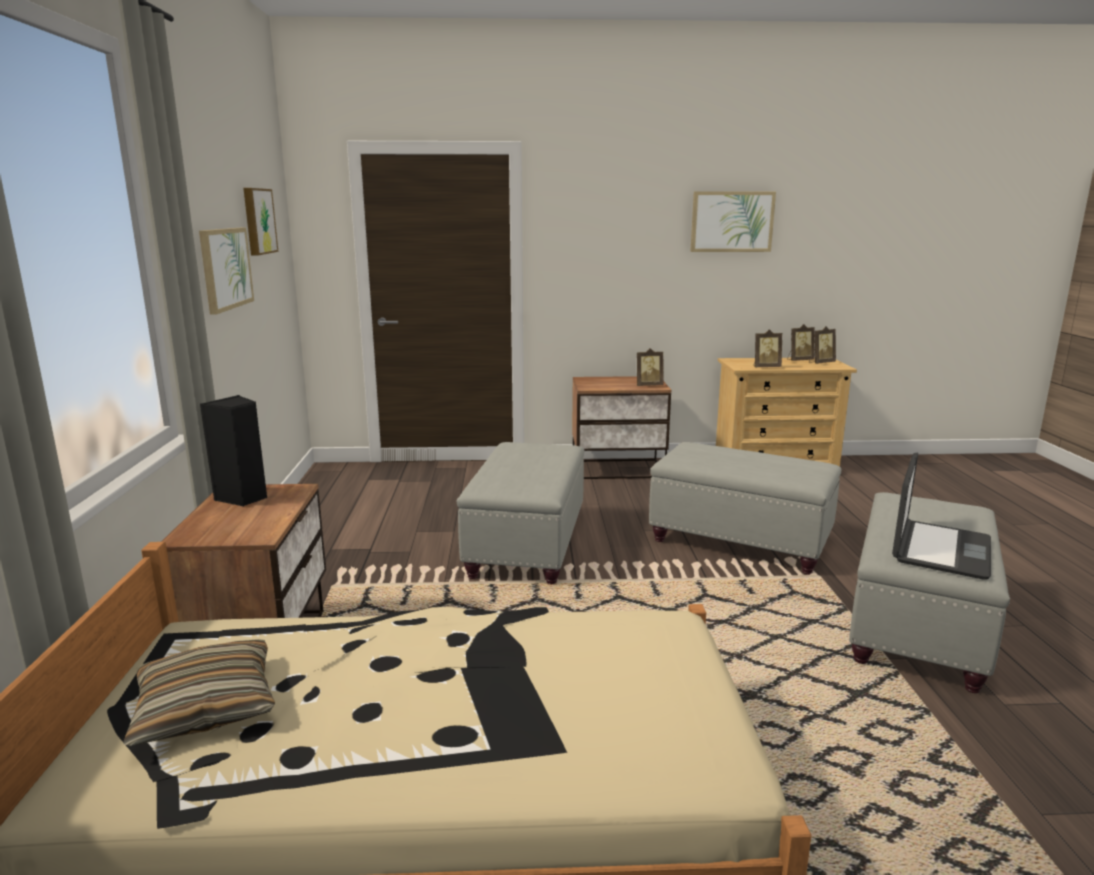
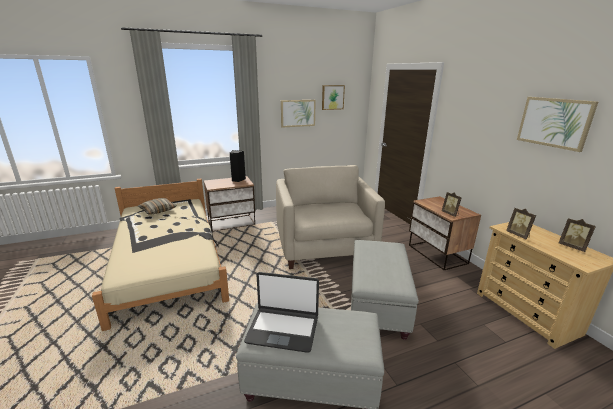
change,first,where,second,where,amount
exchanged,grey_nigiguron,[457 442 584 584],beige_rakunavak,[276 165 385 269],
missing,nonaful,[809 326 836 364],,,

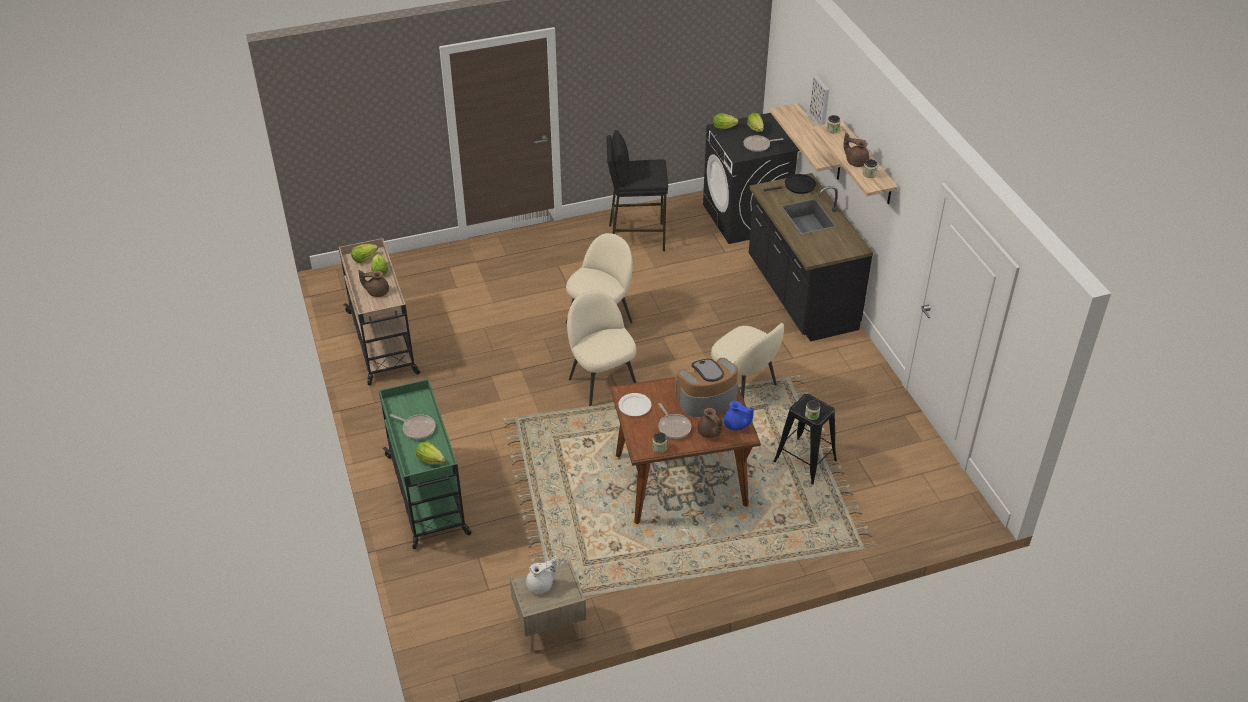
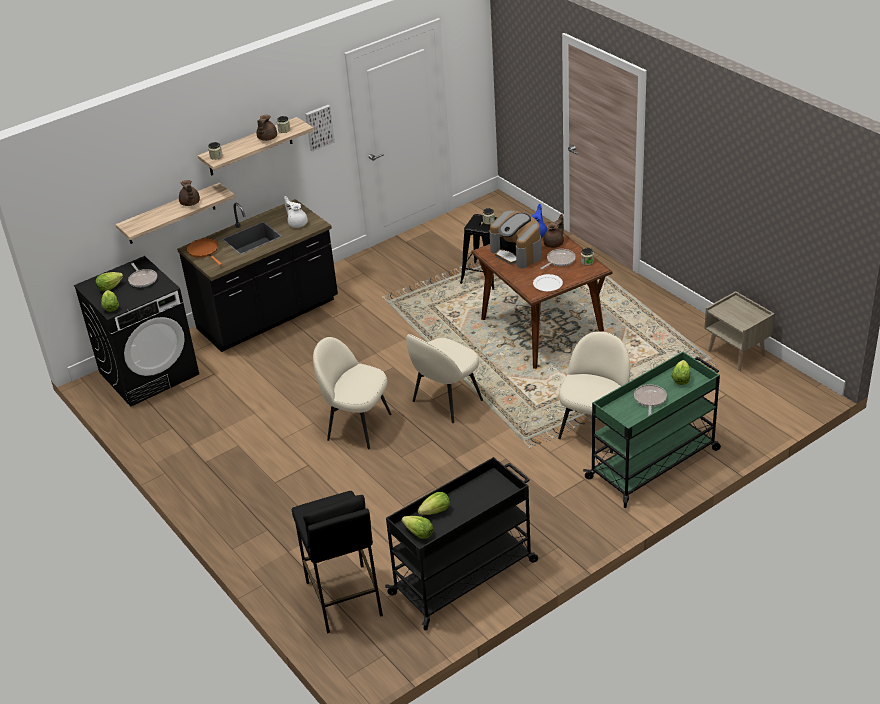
change,first,where,second,where,amount
colour,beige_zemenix,[339 238 420 385],black_zemenix,[385 457 538 631],
relocated,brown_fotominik,[358 270 389 297],,[179 180 200 206],
relocated,white_fotominik,[526 556 557 594],,[284 196 308 228],
relocated,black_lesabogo,[606 130 668 251],,[292 491 383 634],
relocated,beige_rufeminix,[711 323 784 399],,[558 331 630 453],
colour,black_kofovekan,[764 174 816 194],orange_kofovekan,[187 238 222 266],
relocated,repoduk,[809 75 829 125],,[305 105 335 152],

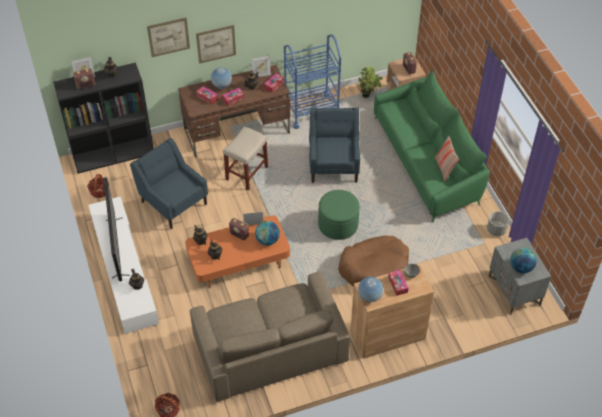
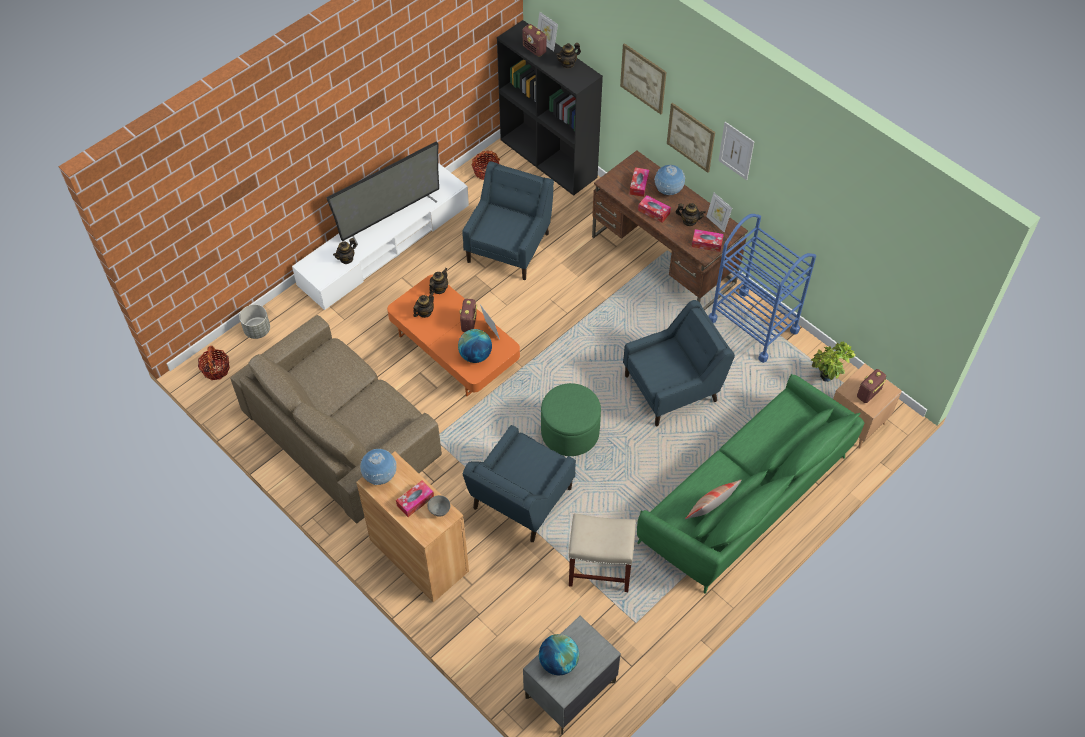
change,first,where,second,where,amount
relocated,beige_lesabogo,[223 126 268 190],,[569 513 636 592],
exchanged,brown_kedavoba,[338 235 409 286],blue_rakunavak,[463 425 576 542],
relocated,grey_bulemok,[487 211 509 236],,[239 304 270 339],
appeared,,,repoduk,[718 122 754 180],

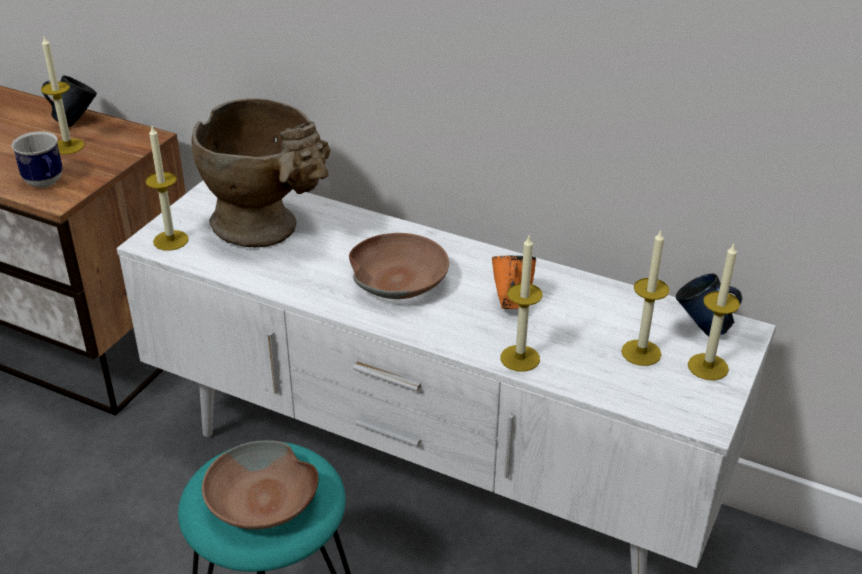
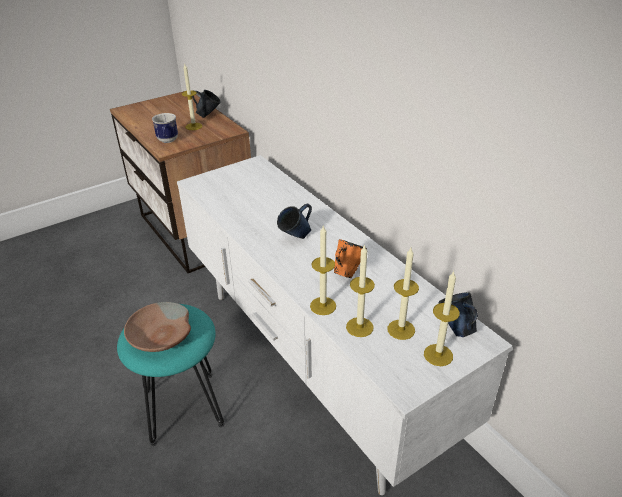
change,first,where,second,where,amount
relocated,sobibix,[145 126 189 251],,[346 244 375 337],
missing,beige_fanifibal,[191 98 330 248],,,
exchanged,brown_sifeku,[349 233 449 299],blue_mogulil,[277 204 312 239],

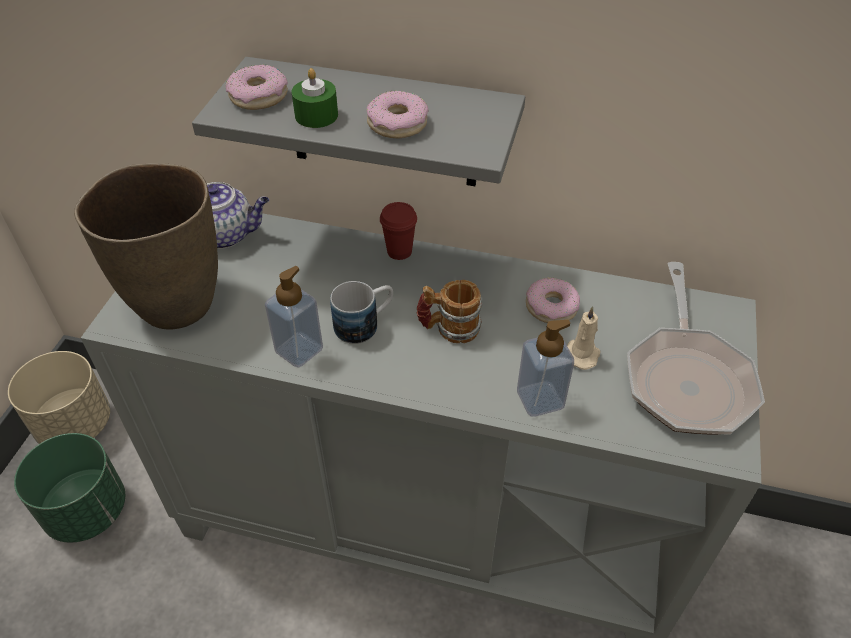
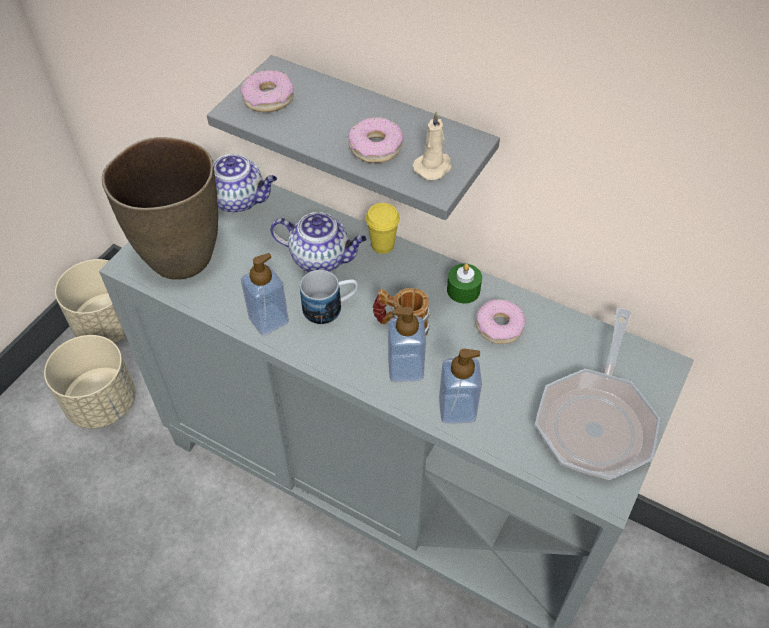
change,first,where,second,where,amount
colour,green_bulemok,[14 433 125 543],beige_bulemok,[44 335 135 429],
relocated,green_sobibix,[291 68 338 128],,[447 264 482 304],
colour,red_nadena,[380 202 417 260],yellow_nadena,[366 203 400 254],
relocated,beige_sobibix,[567 306 600 370],,[413 111 452 180],
appeared,,,fotominik,[270 212 367 272],
appeared,,,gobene,[388 306 426 382],

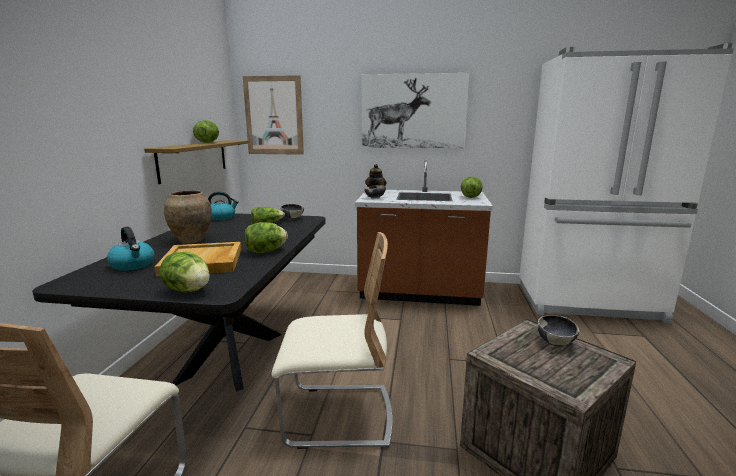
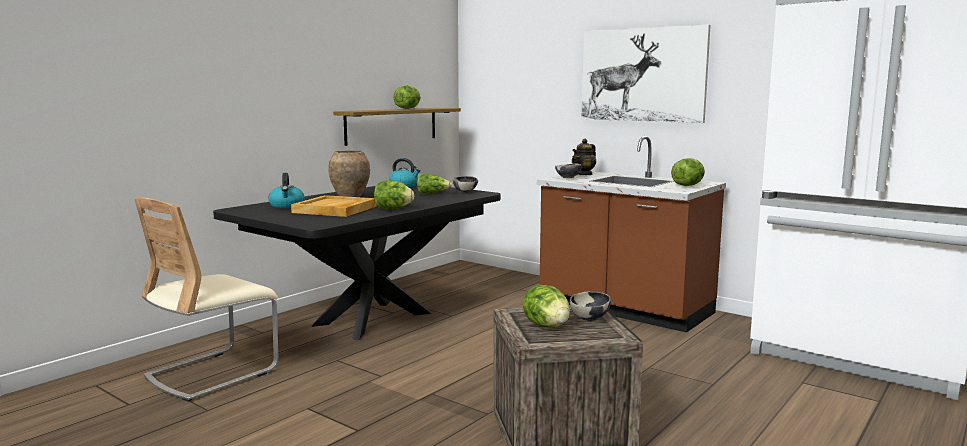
change,first,where,second,where,amount
relocated,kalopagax,[159 252 210 293],,[523 285 570 328],
missing,repoduk,[243 75 304 155],,,
missing,beige_rufeminix,[271 232 392 449],,,

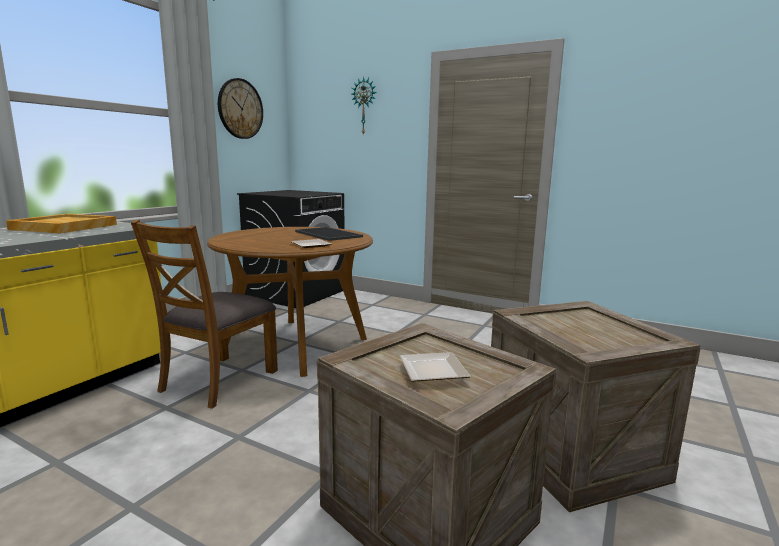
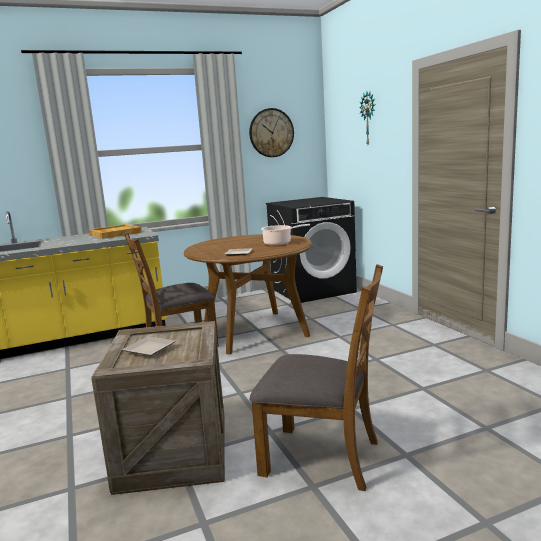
change,first,where,second,where,amount
exchanged,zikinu,[295 227 363 241],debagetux,[261 224 310 246],
exchanged,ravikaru,[491 301 701 512],brown_rufeminix,[249 264 383 491],

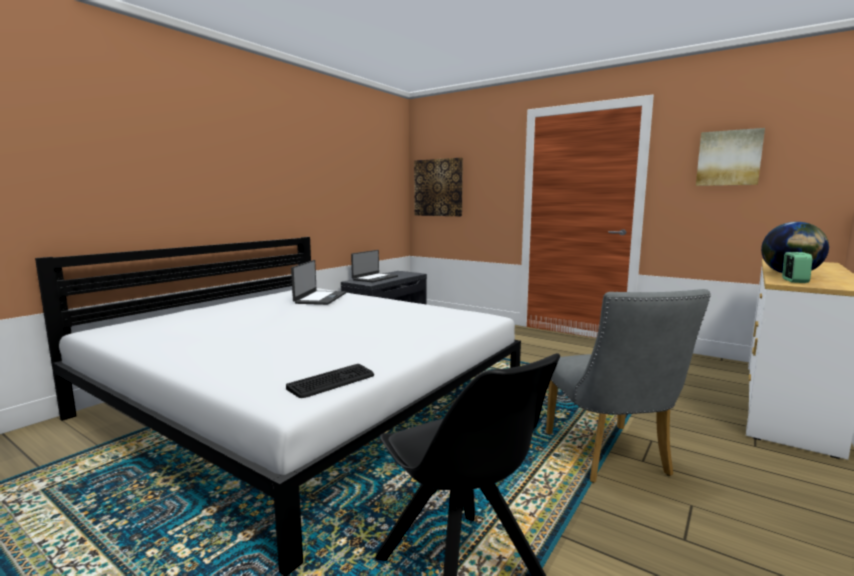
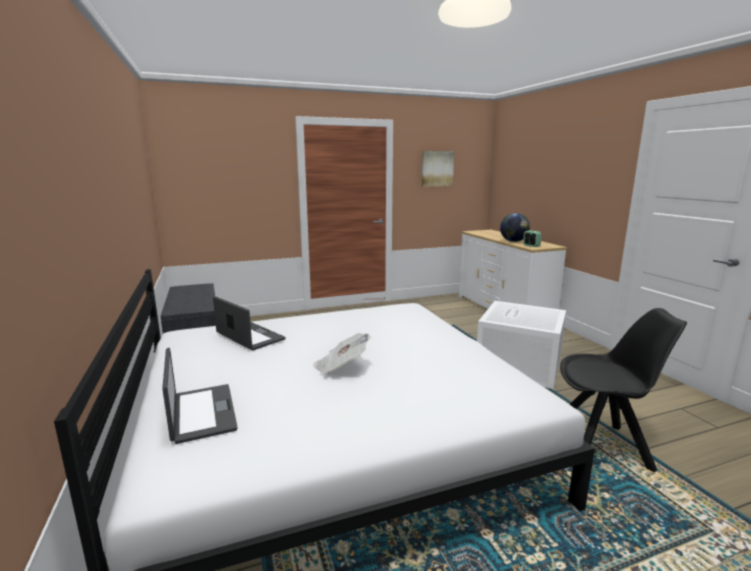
change,first,where,second,where,amount
missing,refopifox,[286 364 374 398],,,
relocated,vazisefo,[351 250 398 283],,[162 348 237 444],
missing,repoduk,[414 158 463 216],,,
exchanged,grey_rufeminix,[546 289 711 483],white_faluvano,[477 301 566 390],
appeared,,,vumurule,[313 333 371 375],

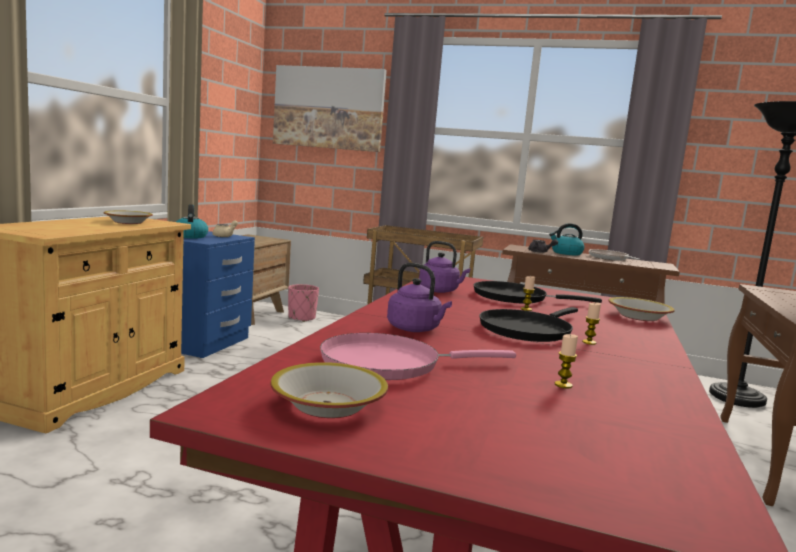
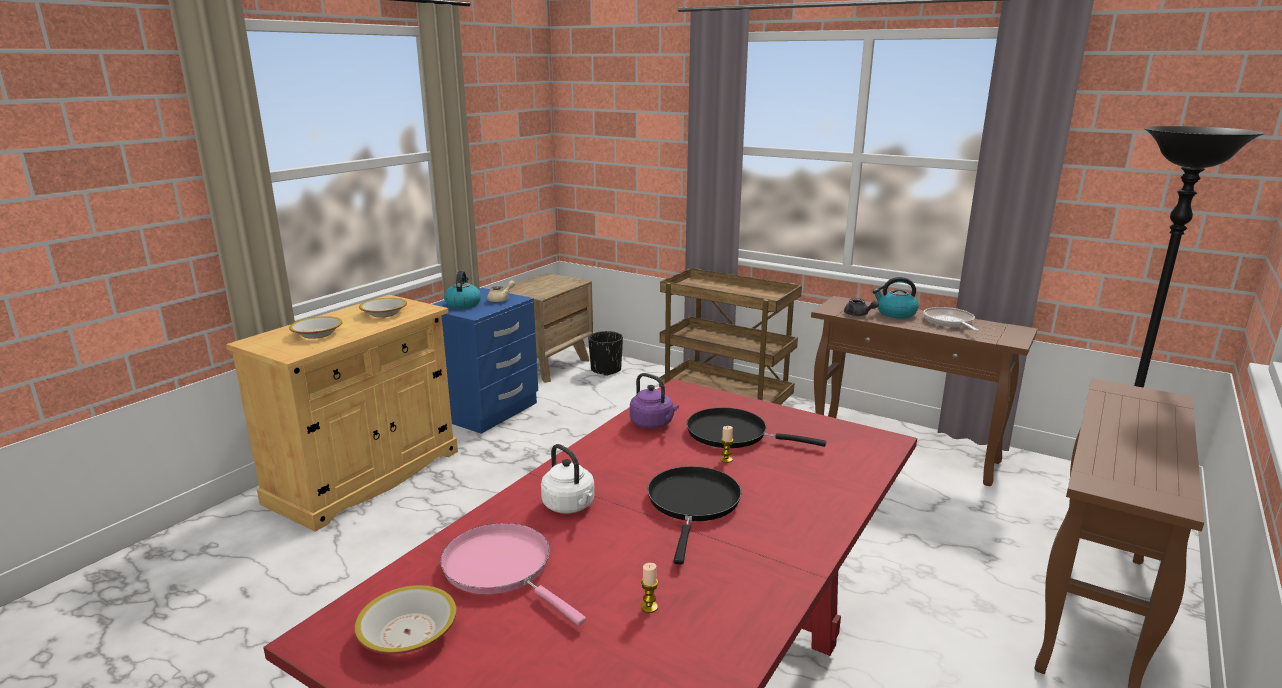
change,first,where,second,where,amount
missing,repoduk,[273 65 387 152],,,
colour,pink_bulemok,[288 284 319 322],black_bulemok,[588 331 623 376],
spun,pink_kofovekan,[320 333 516 380],,[440 523 586 626],45 degrees clockwise
colour,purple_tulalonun,[387 263 452 332],white_tulalonun,[541 444 595 514],
spun,black_kofovekan,[479 307 578 342],,[647 466 741 565],135 degrees clockwise
missing,sobibix,[582 302 601 345],,,
relocated,sifeku,[608 297 675 321],,[289 316 342 339],

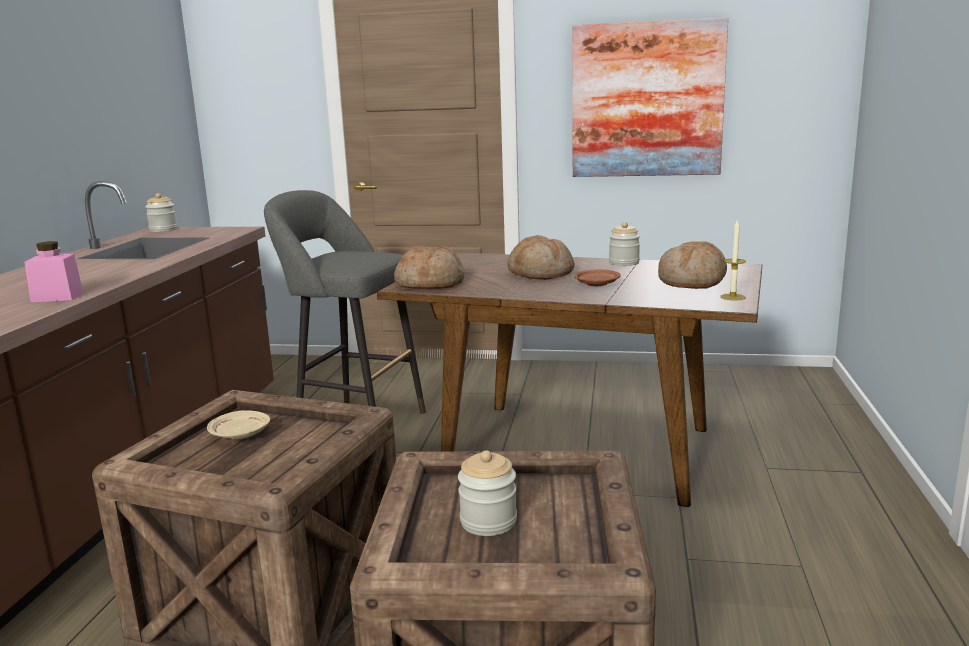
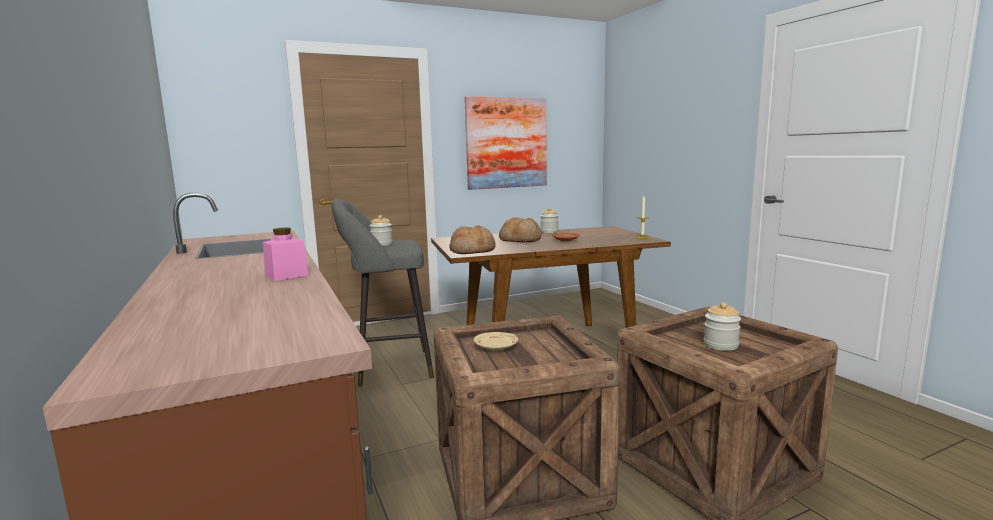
change,first,where,second,where,amount
relocated,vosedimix,[145 193 177 232],,[370 215 393 246],
missing,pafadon,[658 241 727 289],,,

